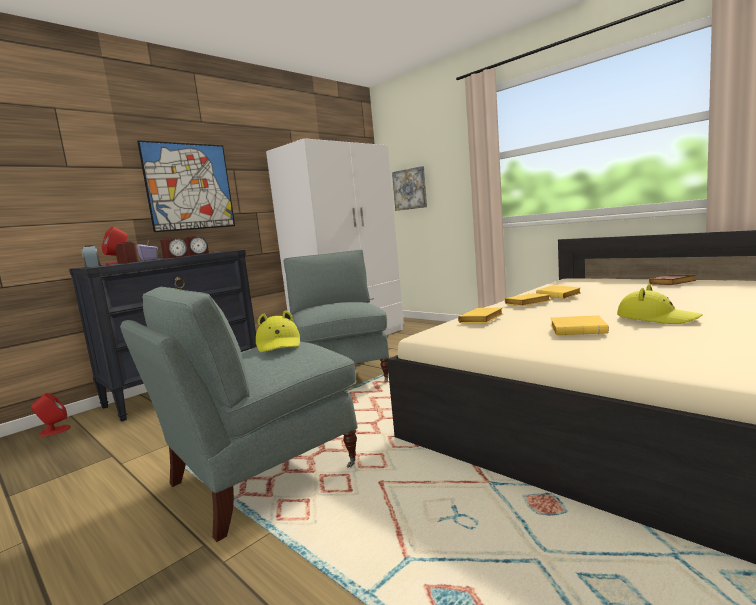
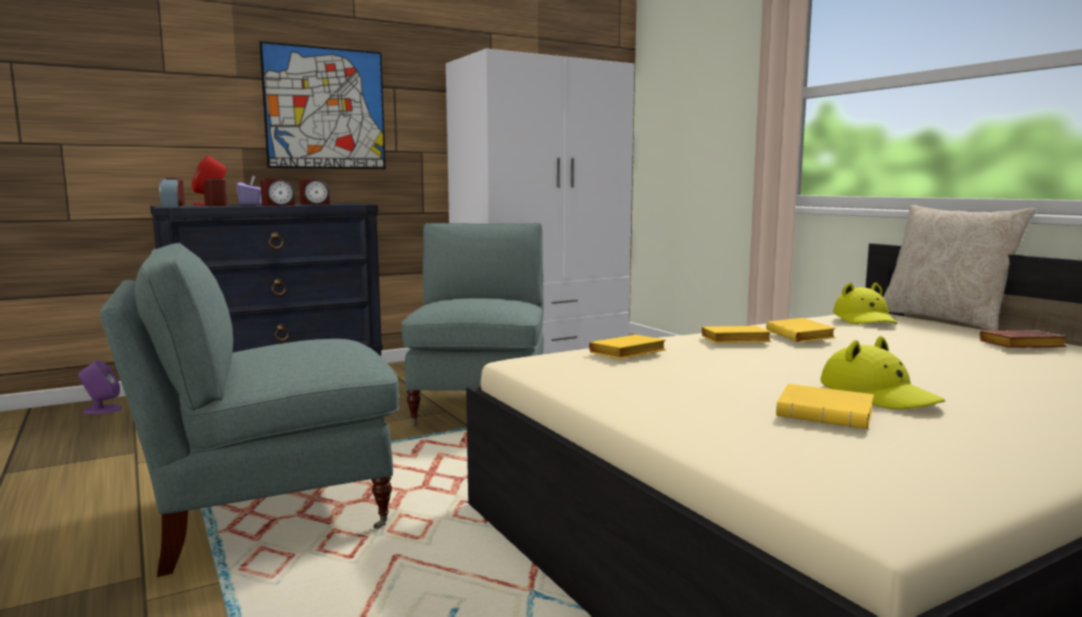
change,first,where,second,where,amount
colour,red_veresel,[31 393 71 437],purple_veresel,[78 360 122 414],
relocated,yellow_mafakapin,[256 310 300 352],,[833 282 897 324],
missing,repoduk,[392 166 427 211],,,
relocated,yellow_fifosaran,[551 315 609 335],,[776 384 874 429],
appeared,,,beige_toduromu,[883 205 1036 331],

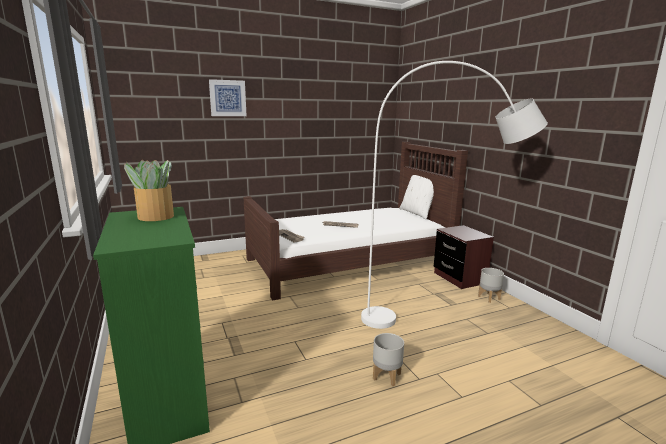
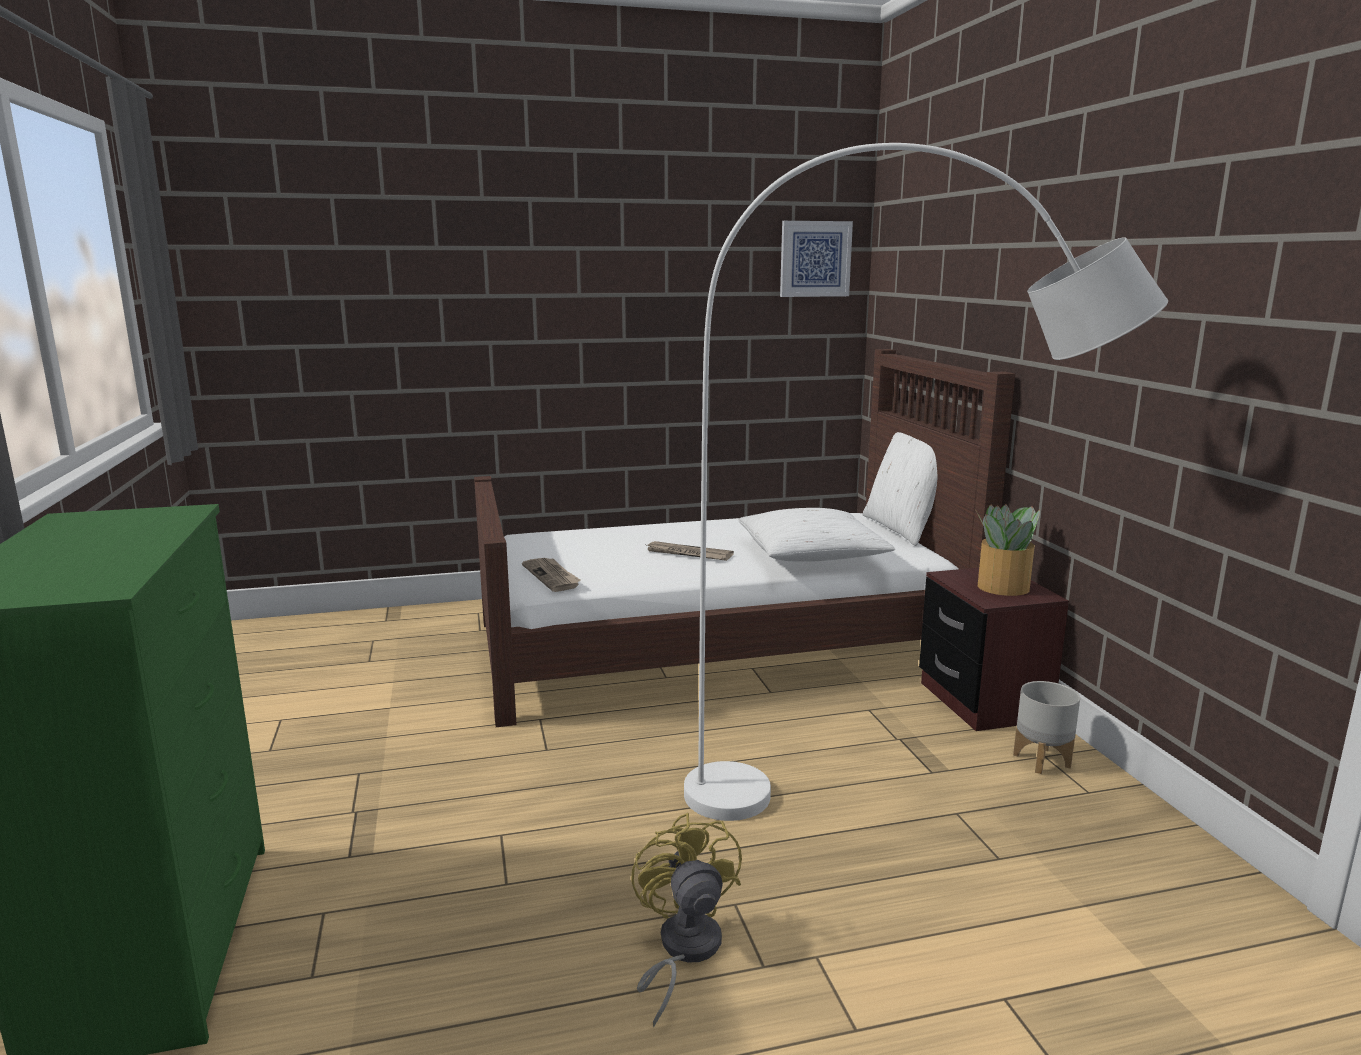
change,first,where,second,where,amount
relocated,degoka,[124 160 174 221],,[975 504 1040 596],
relocated,repoduk,[209 79 247 116],,[780 221 853 297],
exchanged,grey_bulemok,[373 333 404 386],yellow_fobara,[631 813 742 1027],
appeared,,,white_toduromu,[738 508 895 562],

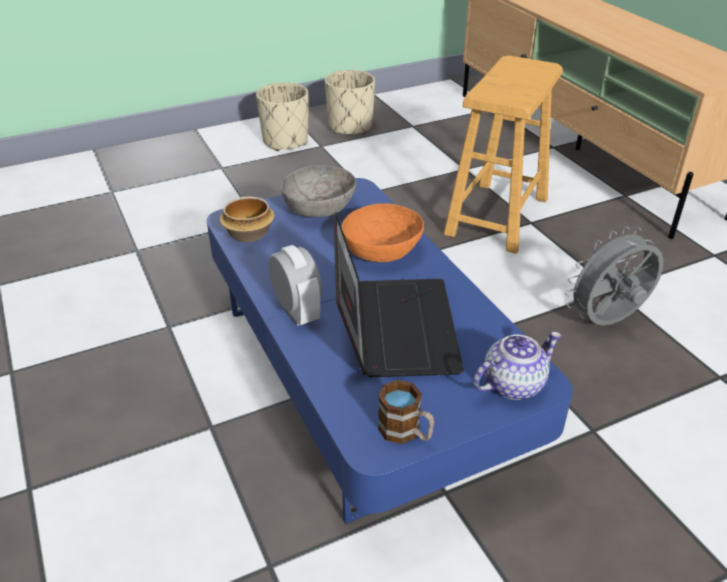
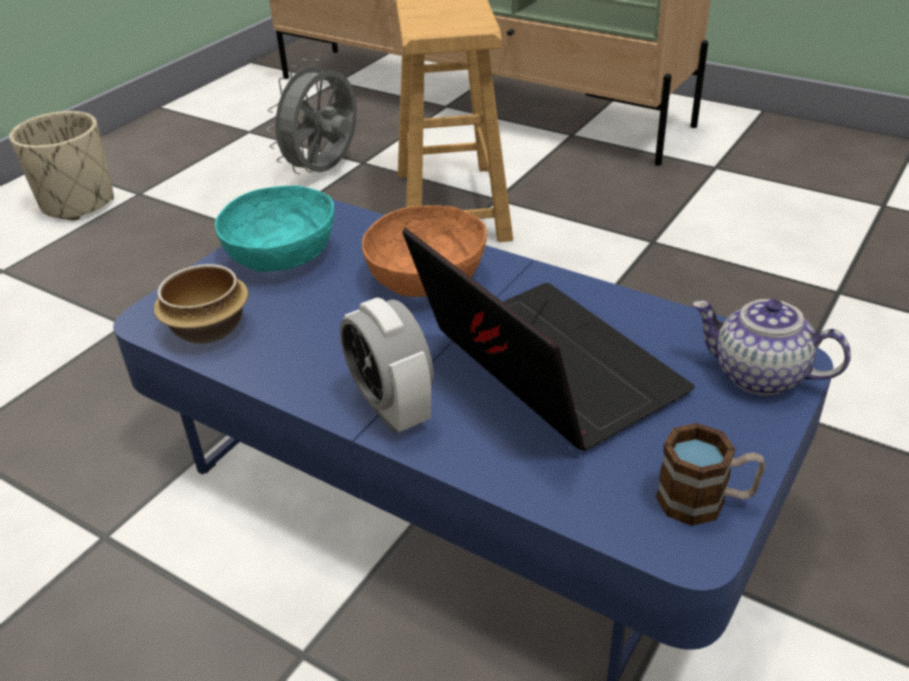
change,first,where,second,where,amount
spun,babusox,[269 245 322 326],,[340 297 434 433],150 degrees counterclockwise
colour,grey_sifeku,[281 165 357 217],turquoise_sifeku,[215 185 334 272],
missing,beige_bulemok,[325 70 375 134],,,
spun,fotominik,[473 332 561 400],,[692 299 851 396],90 degrees counterclockwise
relocated,grey_fobara,[565 226 663 325],,[266 59 357 175],

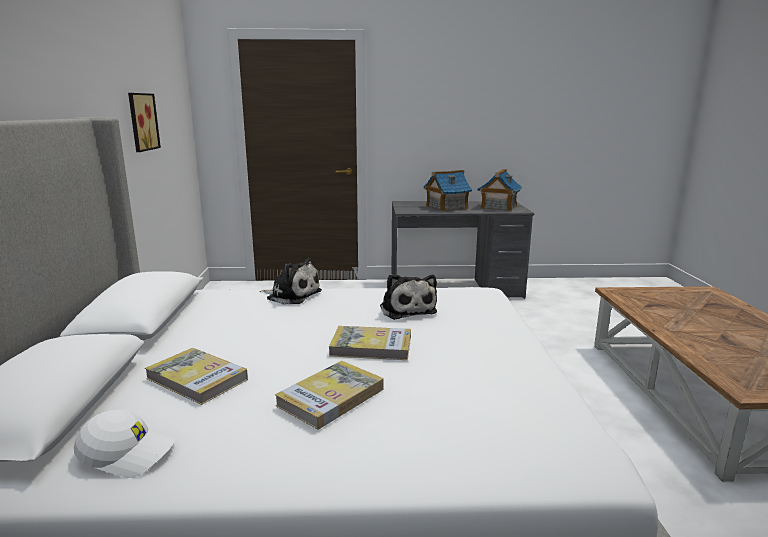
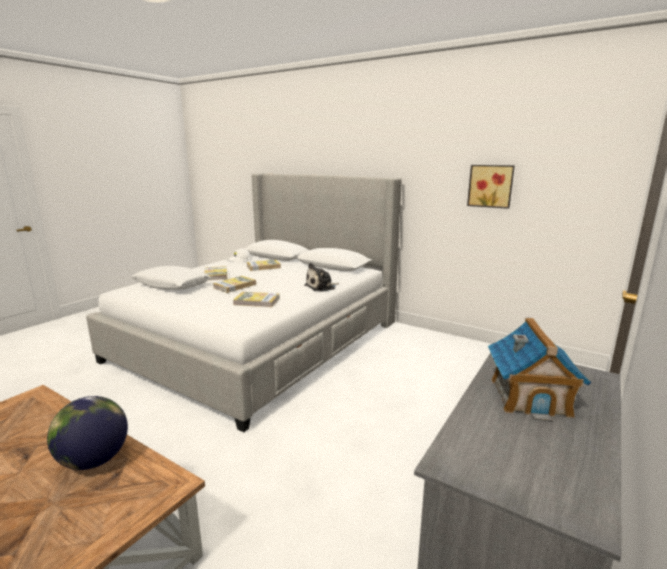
change,first,where,second,where,amount
exchanged,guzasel,[380 274 437 320],fifosaran,[233 292 279 307],
missing,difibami,[477 169 522 211],,,
appeared,,,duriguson,[47 396 128 470],
appeared,,,white_toduromu,[132 266 211 290],

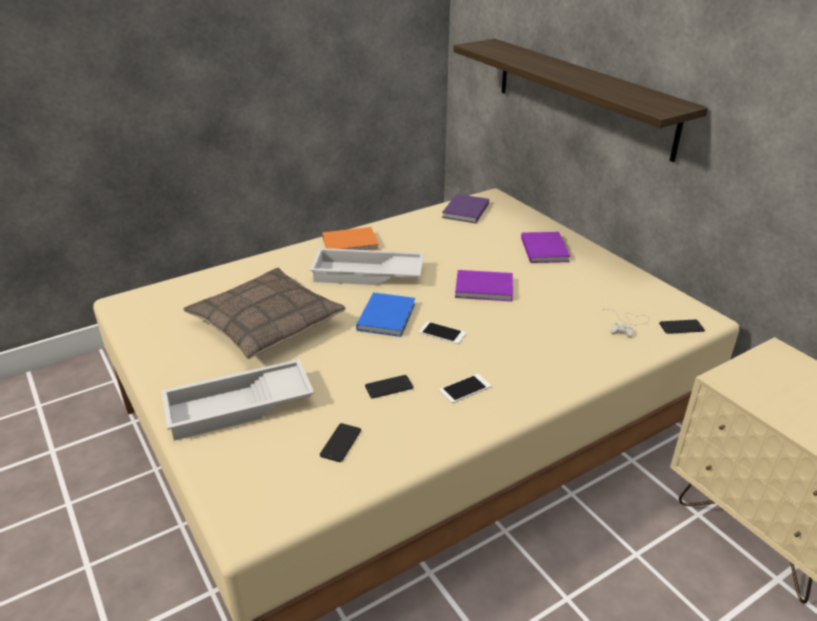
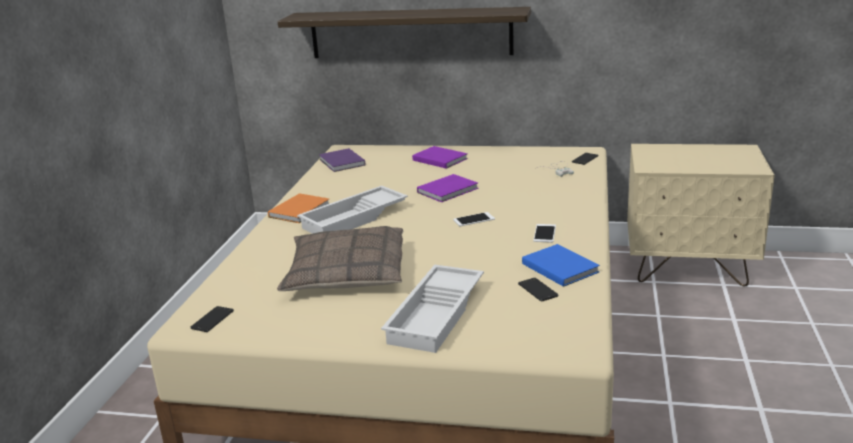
change,first,where,second,where,amount
relocated,blue_fifosaran,[356 292 415 337],,[522 244 600 287],
relocated,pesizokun,[365 375 414 399],,[190 306 234 332],

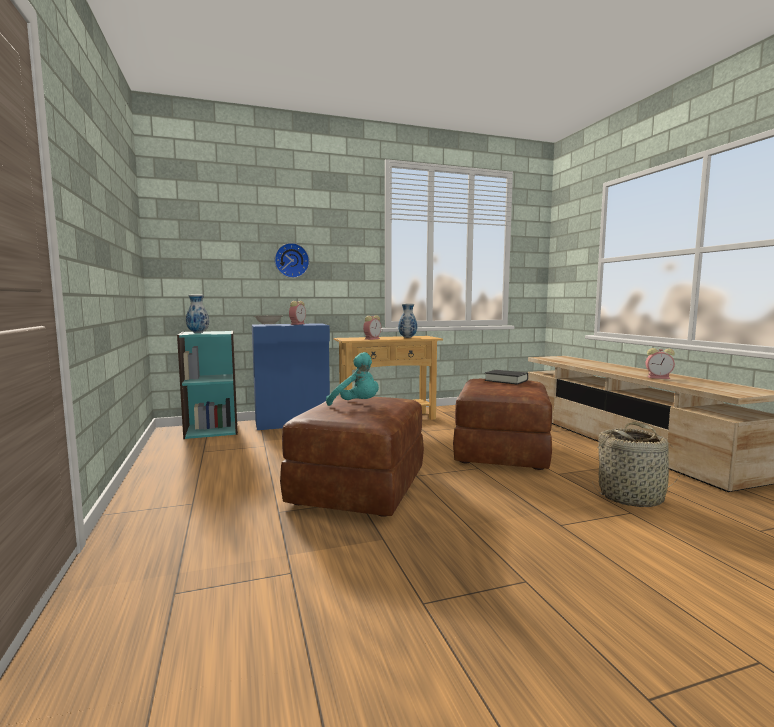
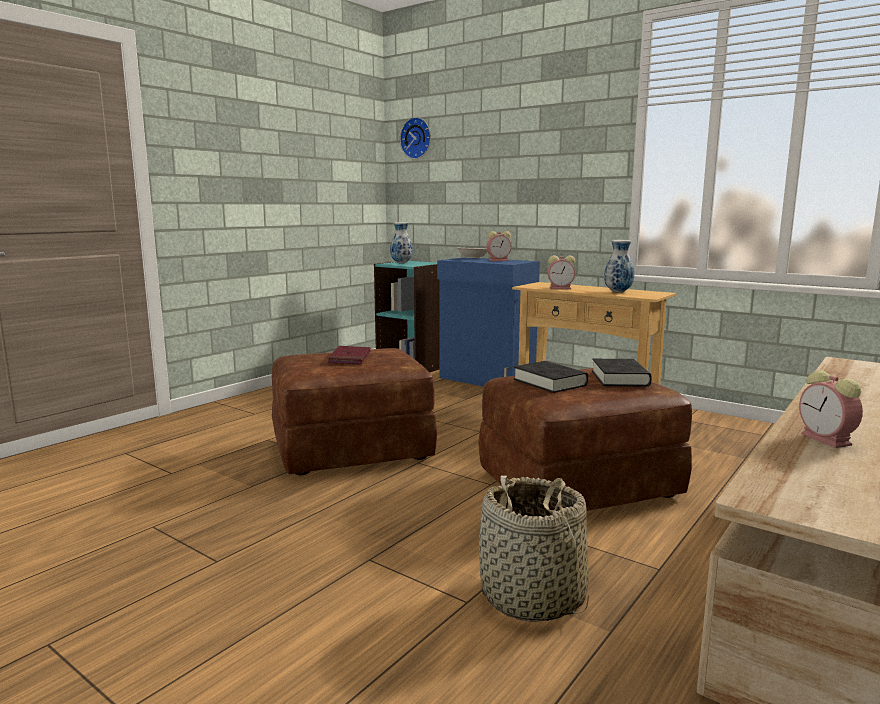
change,first,where,second,where,amount
relocated,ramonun,[274 243 309 278],,[400 117 431 159],
exchanged,turquoise_guzasel,[326 352 379 406],red_fifosaran,[328 346 371 365],
appeared,,,black_fifosaran,[513 361 588 393],

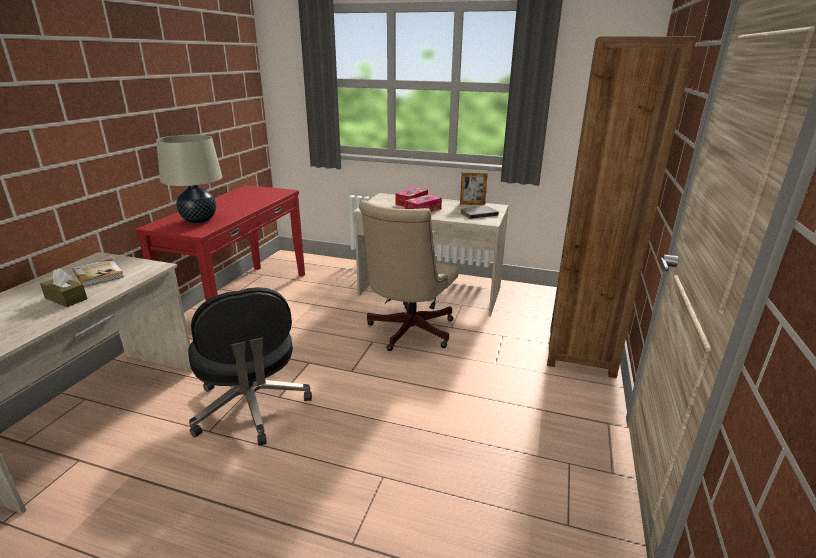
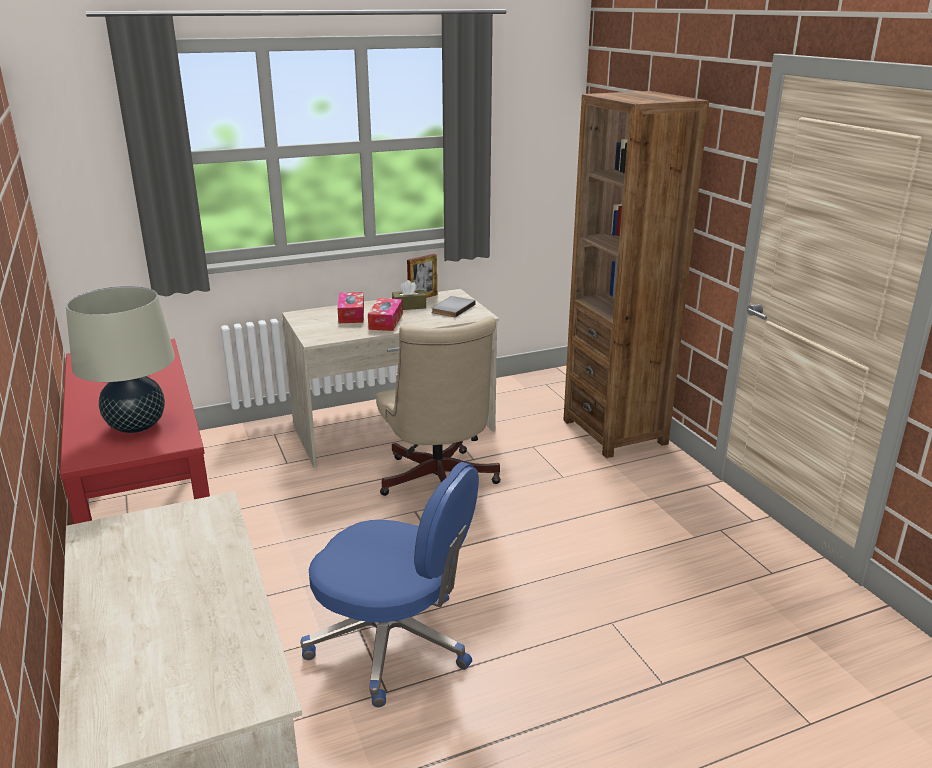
change,first,where,second,where,amount
relocated,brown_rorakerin,[40 268 87 307],,[392 280 426 310],
missing,fifosaran,[73 259 124 287],,,
colour,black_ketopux,[188 287 312 446],blue_ketopux,[300 462 479 707],

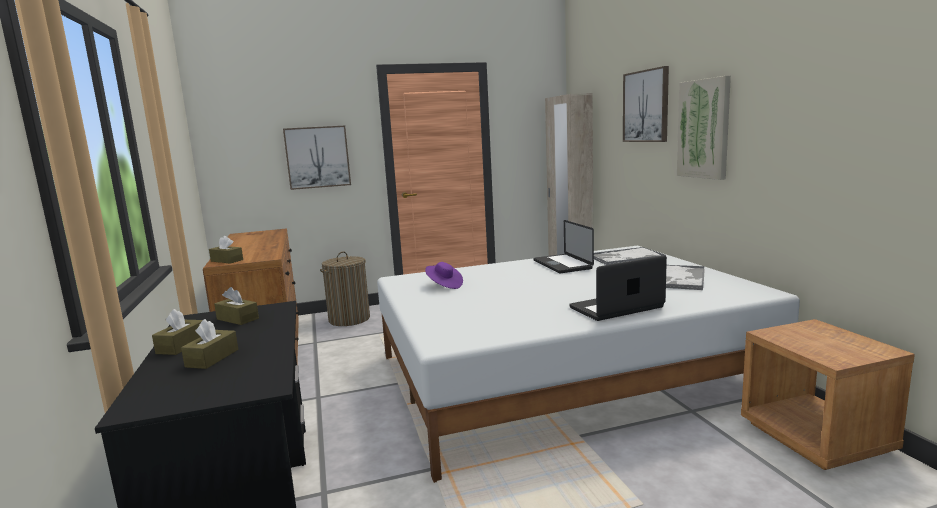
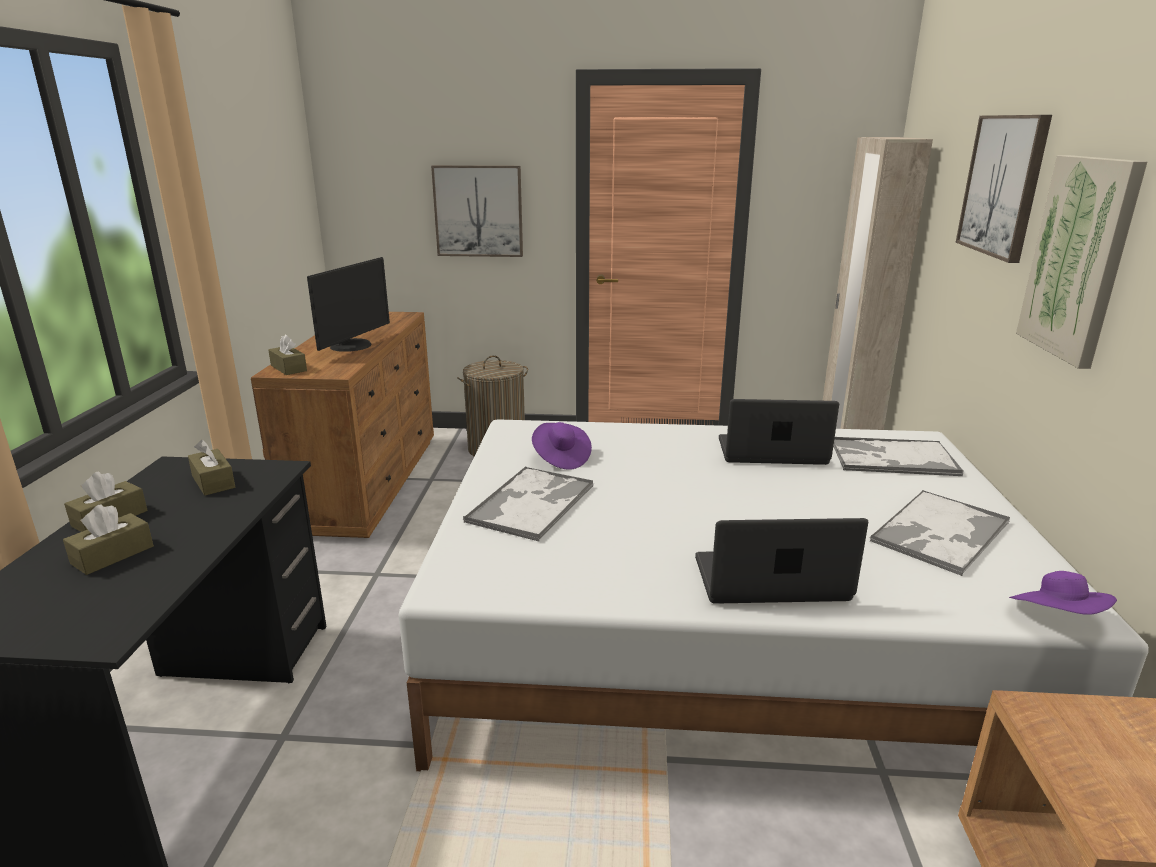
change,first,where,second,where,amount
spun,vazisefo,[533 220 594 273],,[719 399 839 465],90 degrees clockwise
appeared,,,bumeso,[307 257 390 352],
appeared,,,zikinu,[462 466 594 542],
appeared,,,purple_mafakapin,[1009 571 1117 615],

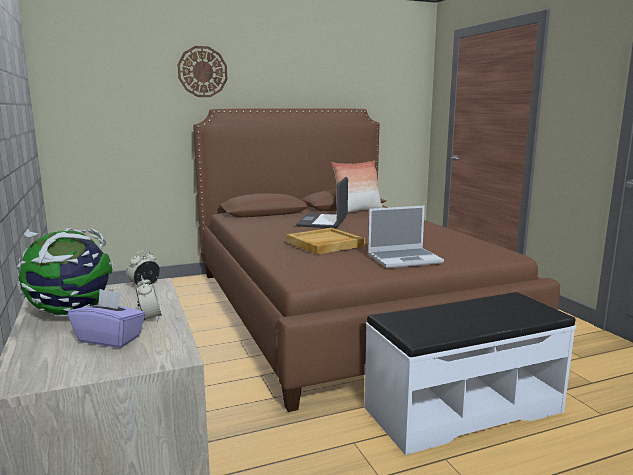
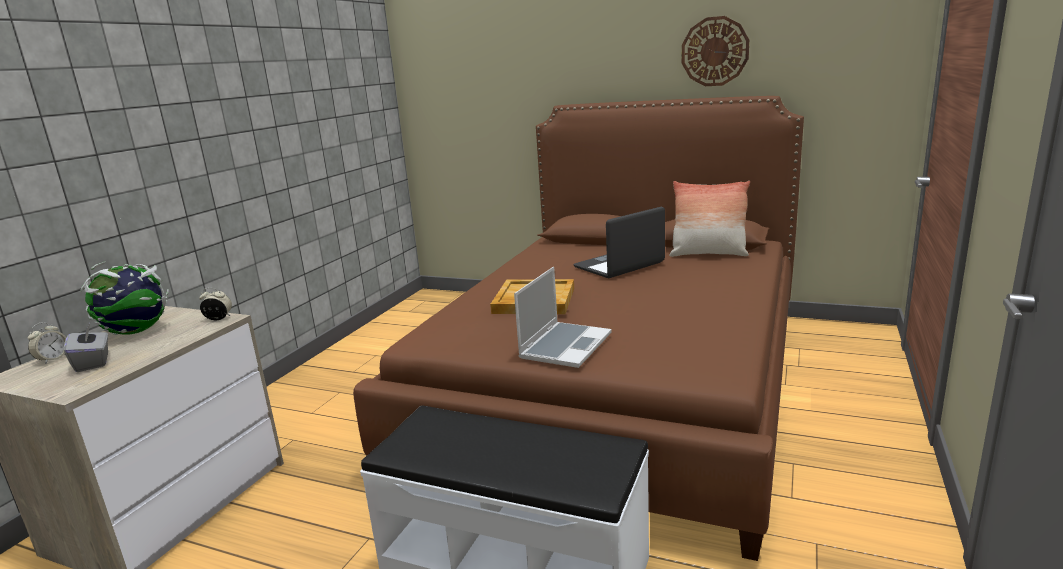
change,first,where,second,where,amount
colour,purple_rorakerin,[68 289 145 348],grey_rorakerin,[64 323 108 372],
relocated,babusox,[136 275 162 321],,[28 322 66 364],
relocated,ramonun,[178 46 227 97],,[682 16 749 86],
spun,vazisefo,[368 206 444 268],,[514 267 612 368],90 degrees counterclockwise

